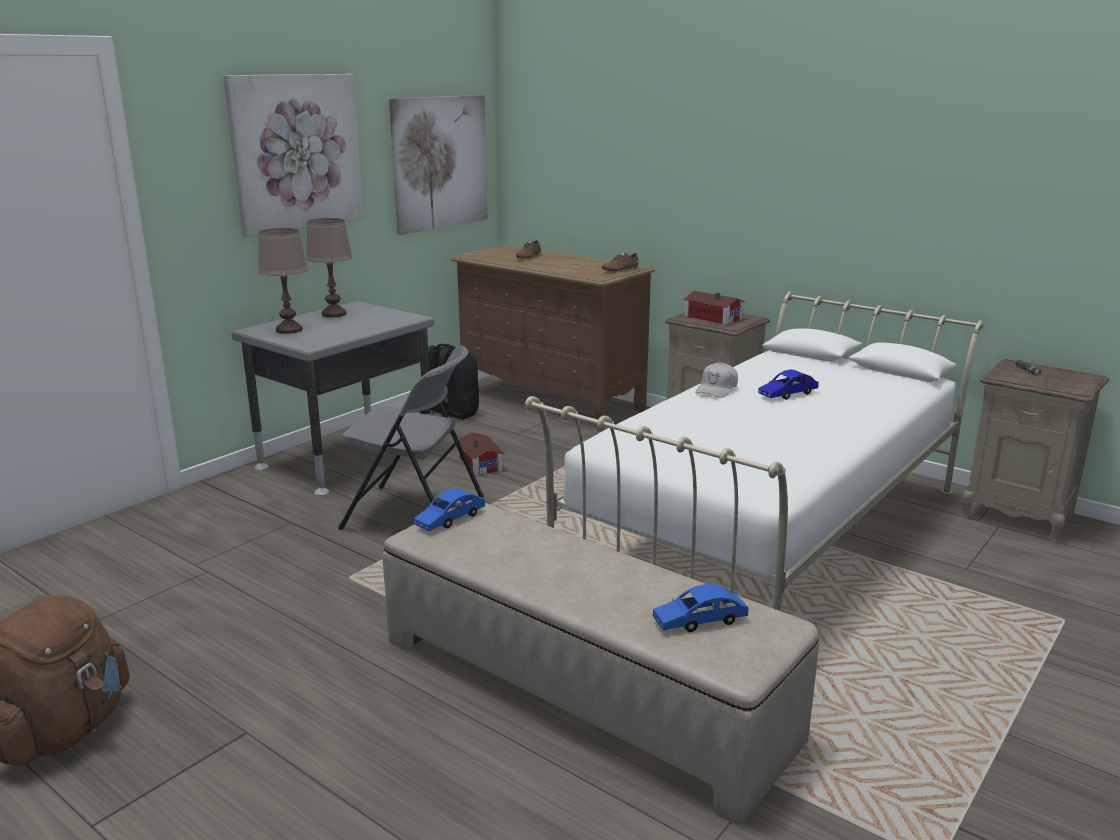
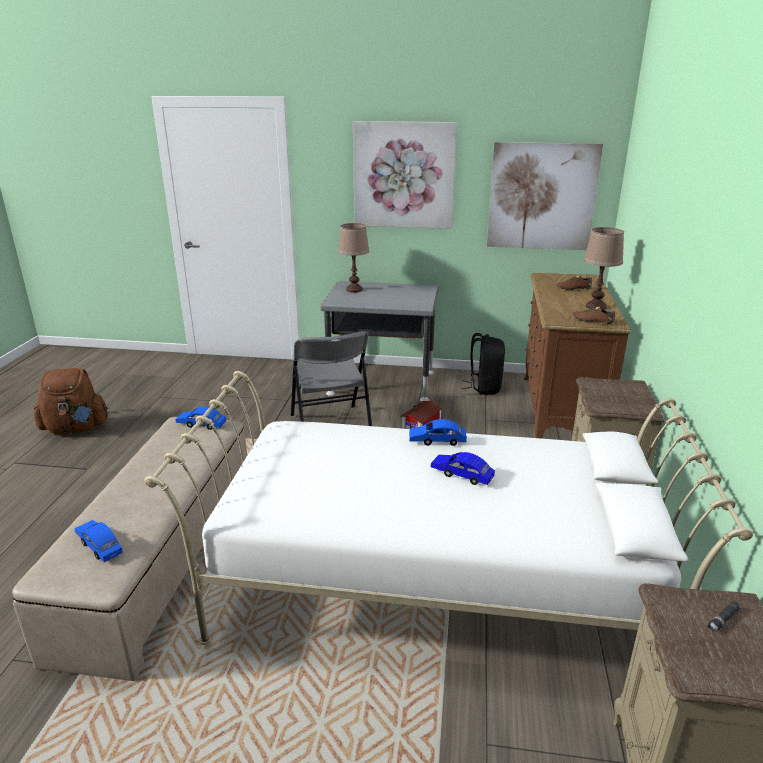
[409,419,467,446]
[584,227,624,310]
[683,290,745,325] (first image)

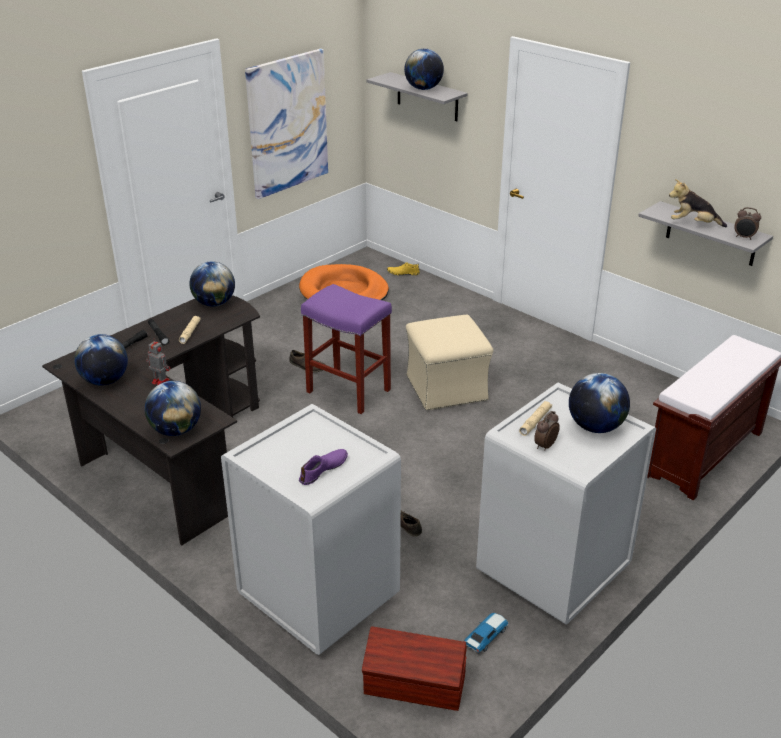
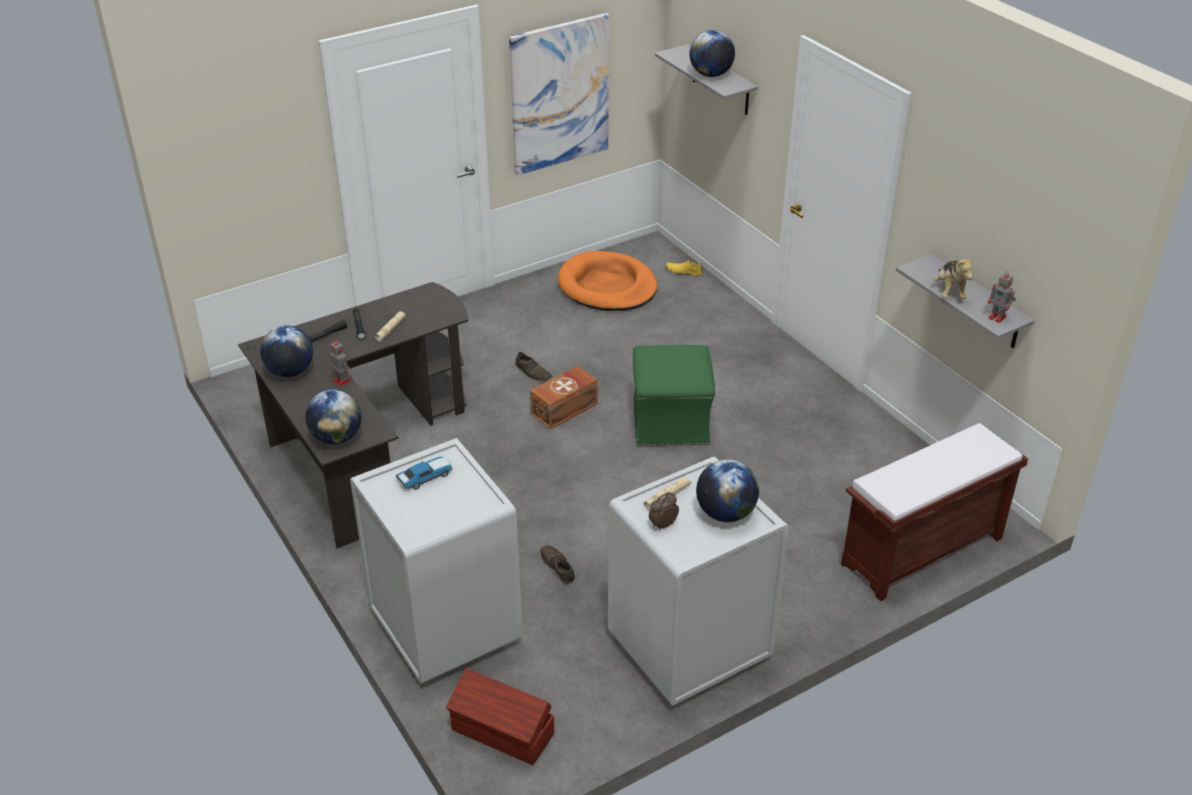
[396,457,453,490]
[530,366,598,429]
[633,345,715,446]
[933,256,974,299]
[988,271,1016,323]
[189,261,235,307] (first image)
[299,449,348,485] (first image)

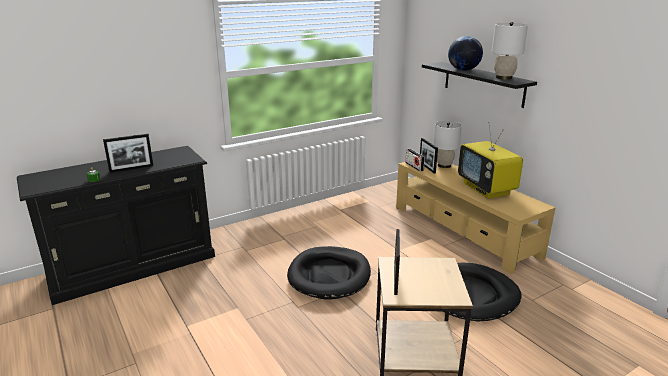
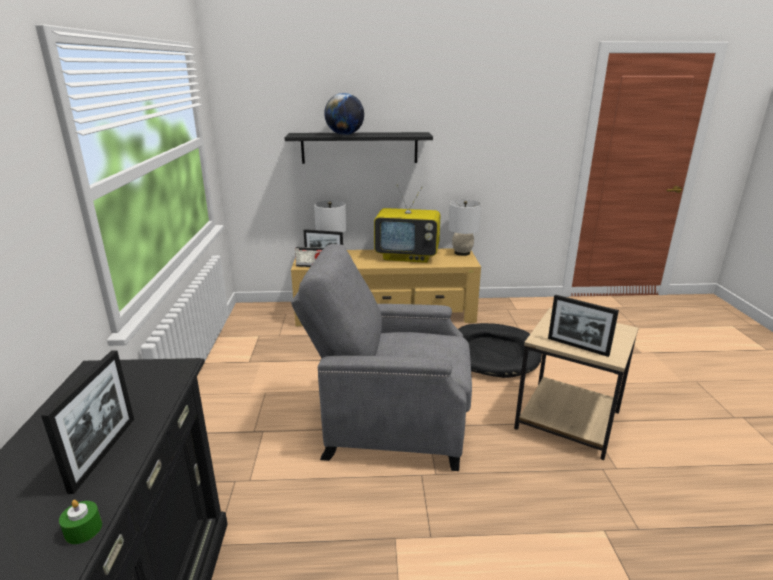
[291,244,472,471]
[449,200,481,256]

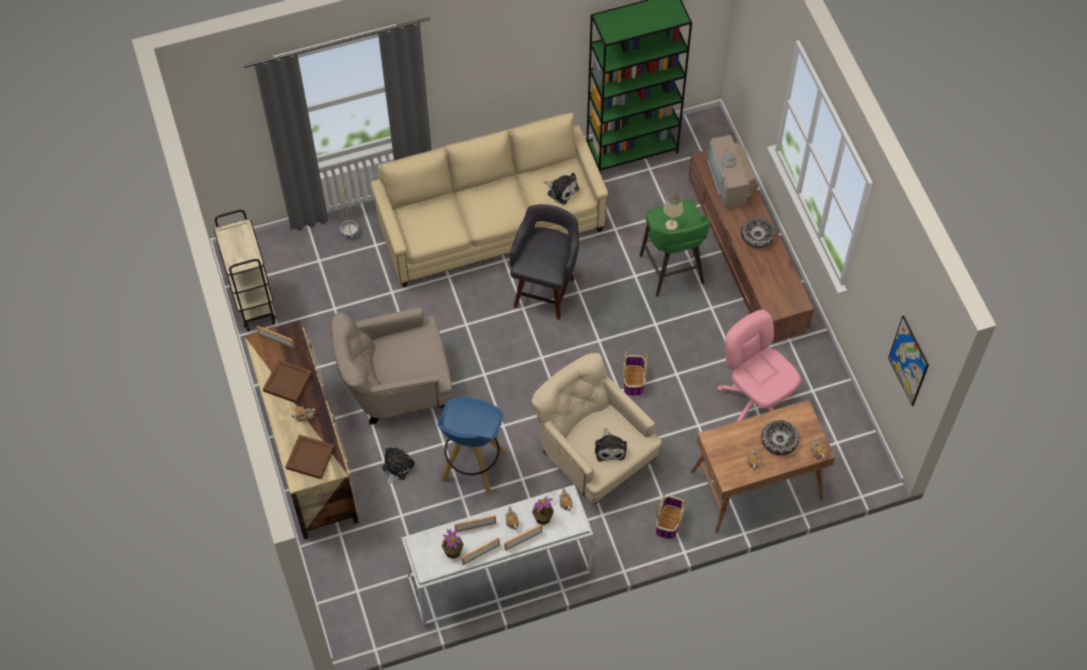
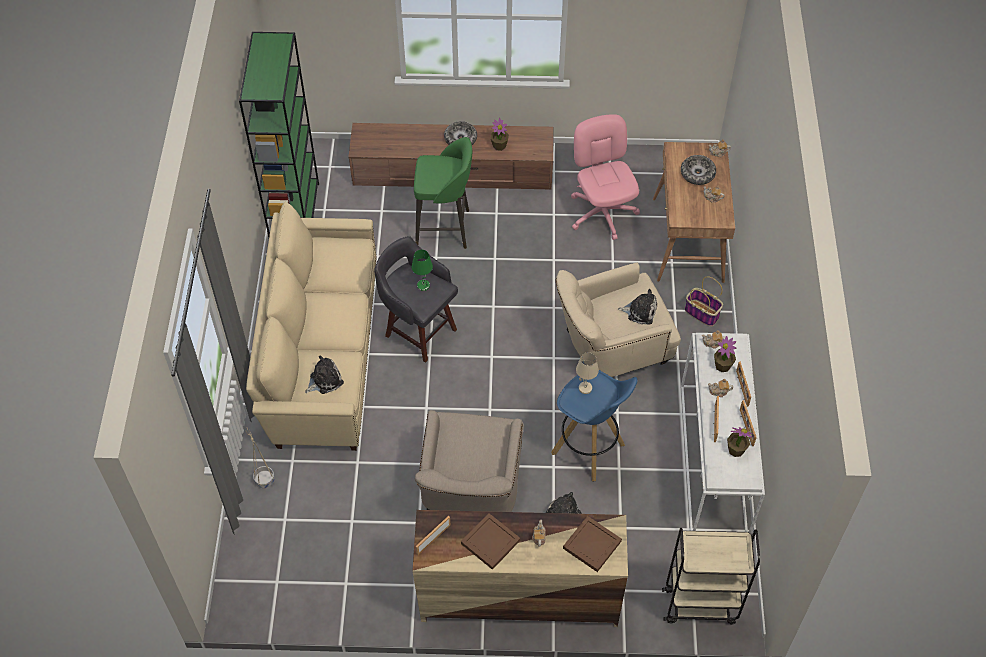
[305,356,344,394]
[412,250,433,291]
[491,118,509,151]
[571,114,640,240]
[576,352,599,394]
[662,528,760,625]
[623,351,647,396] (first image)
[707,129,756,209] (first image)
[888,315,929,406] (first image)

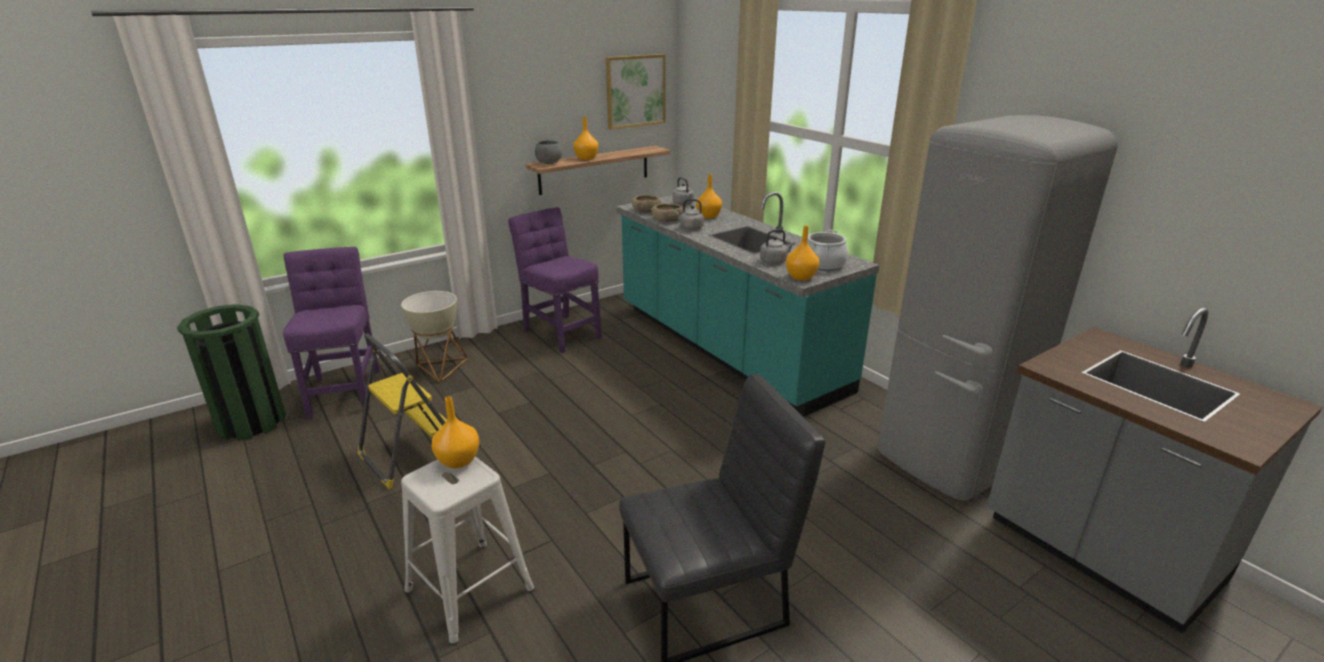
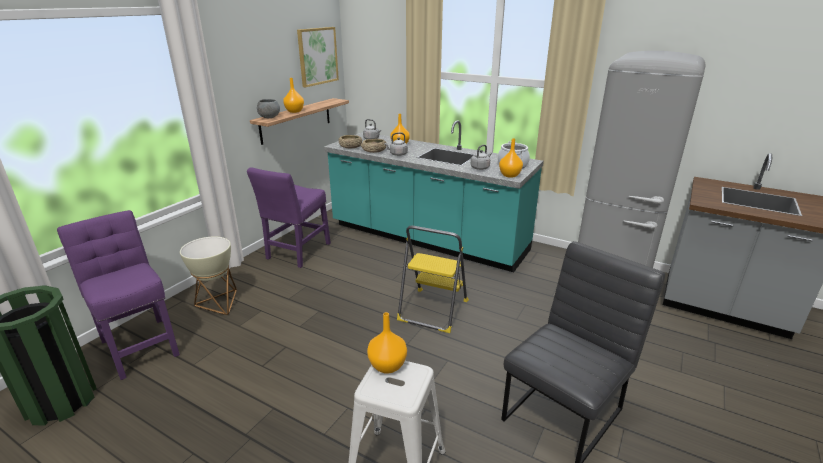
[247,167,331,268]
[397,226,469,333]

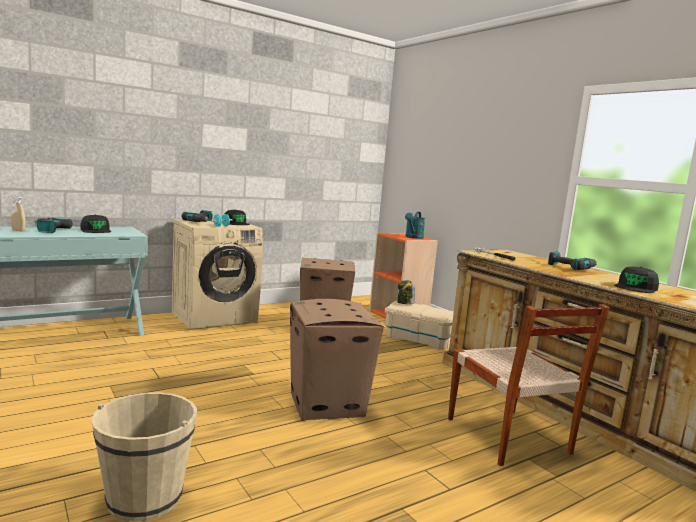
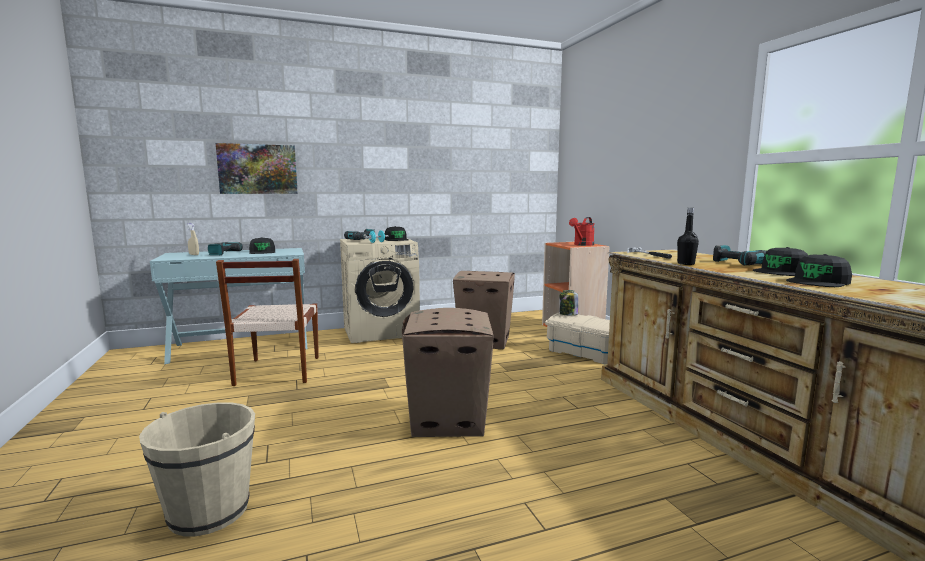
[216,143,298,194]
[216,259,319,386]
[569,217,595,246]
[677,208,699,265]
[753,247,808,276]

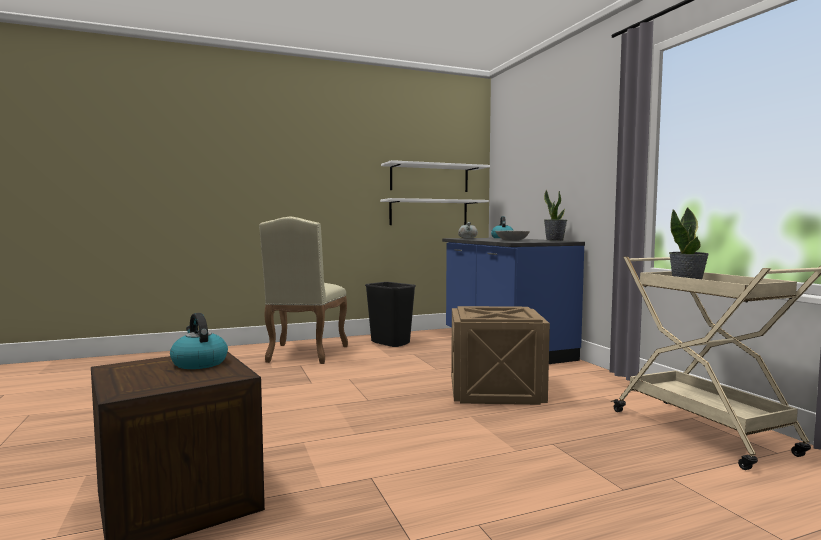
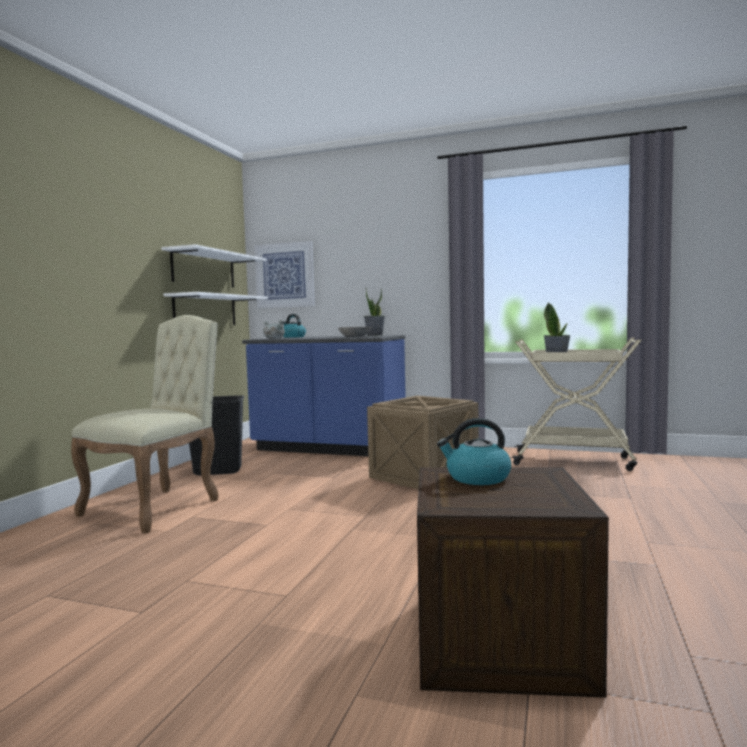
[71,315,218,534]
[254,241,315,308]

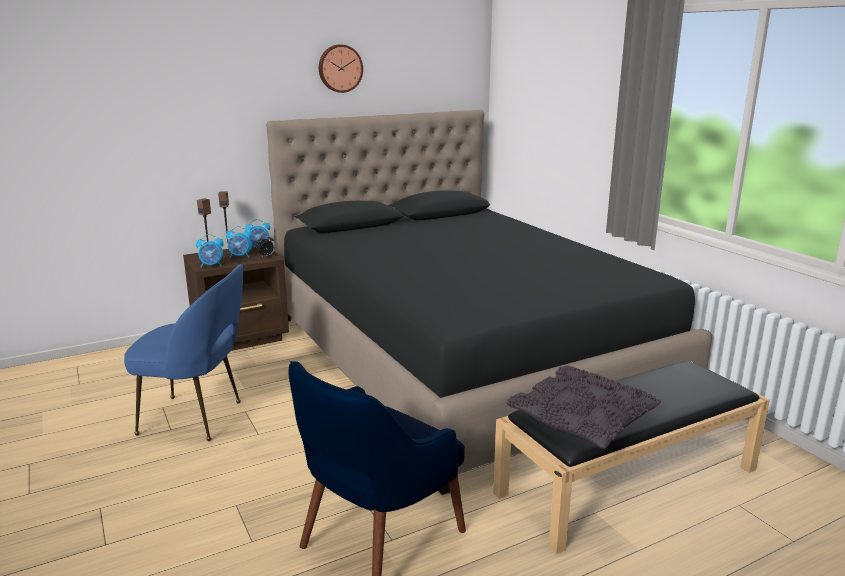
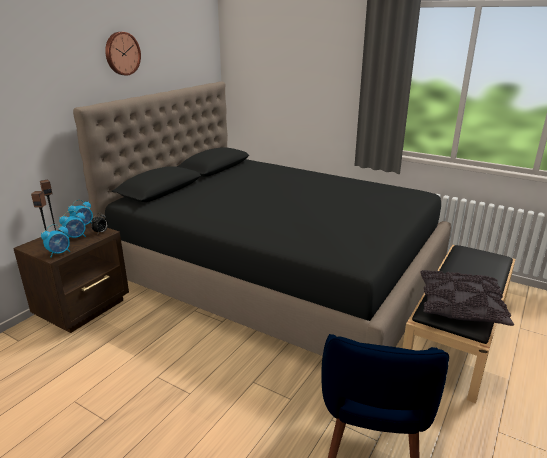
[124,264,243,441] (first image)

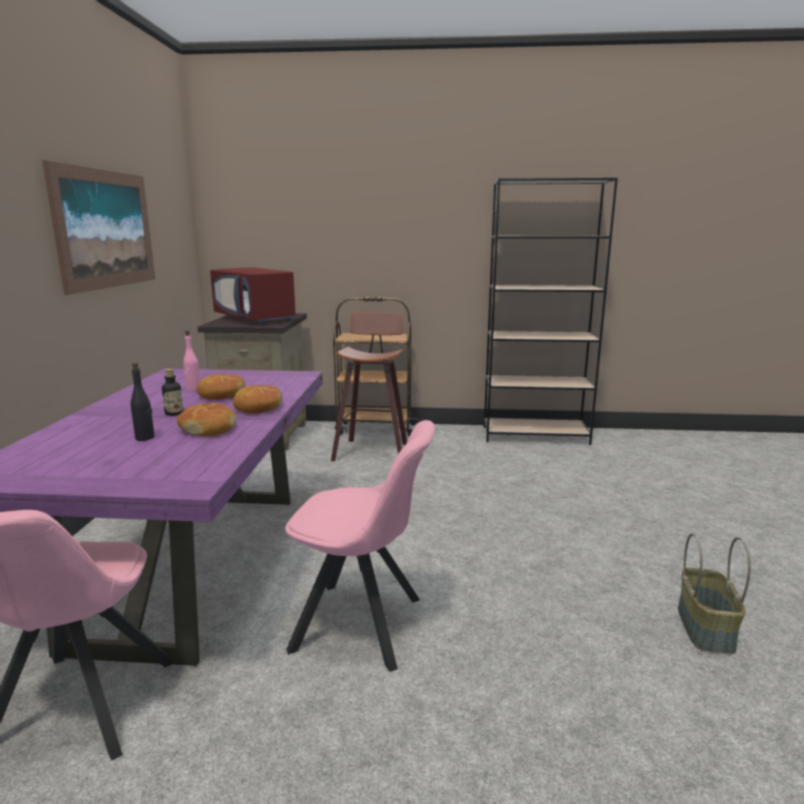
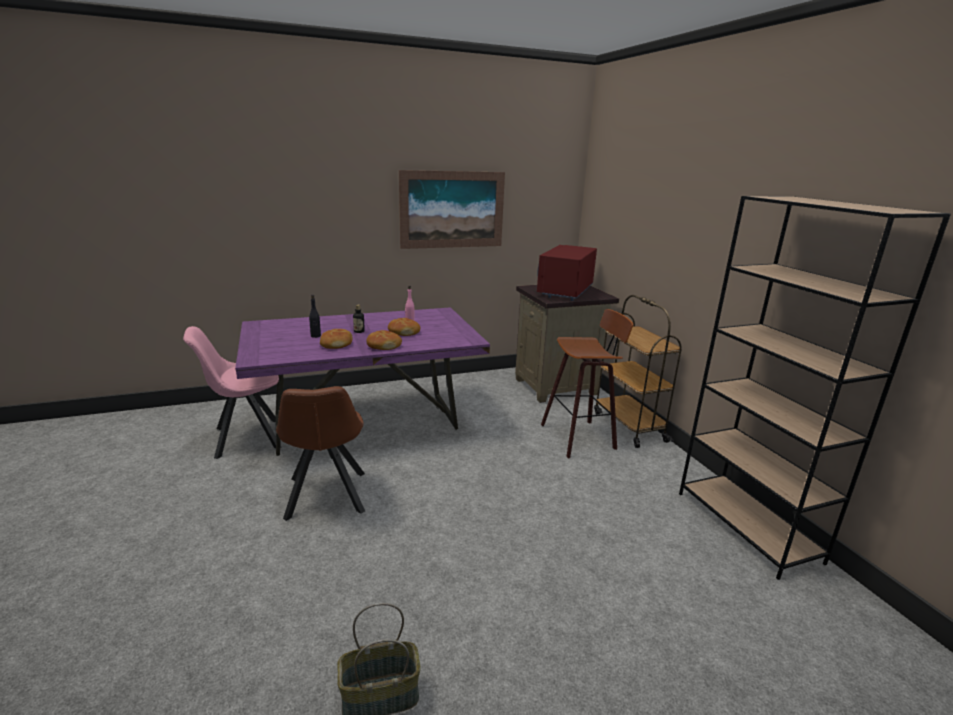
[276,386,365,521]

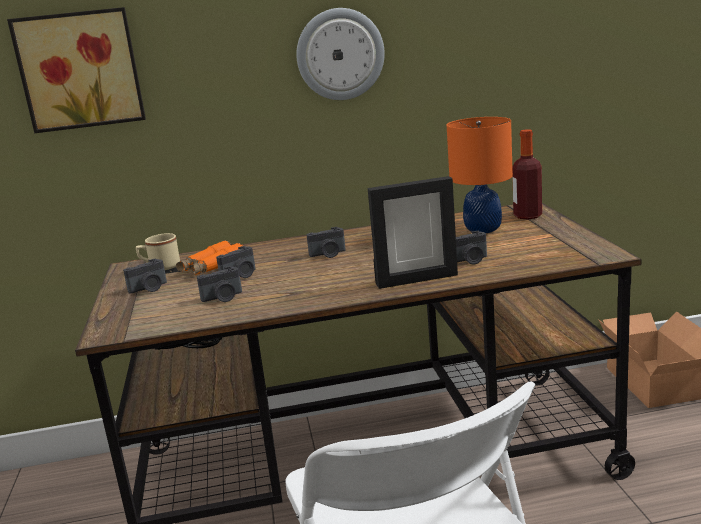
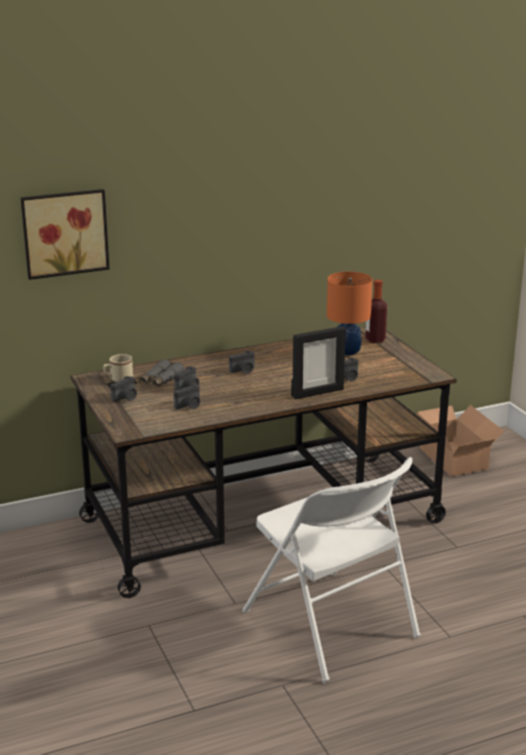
[138,359,184,388]
[296,8,385,100] (first image)

